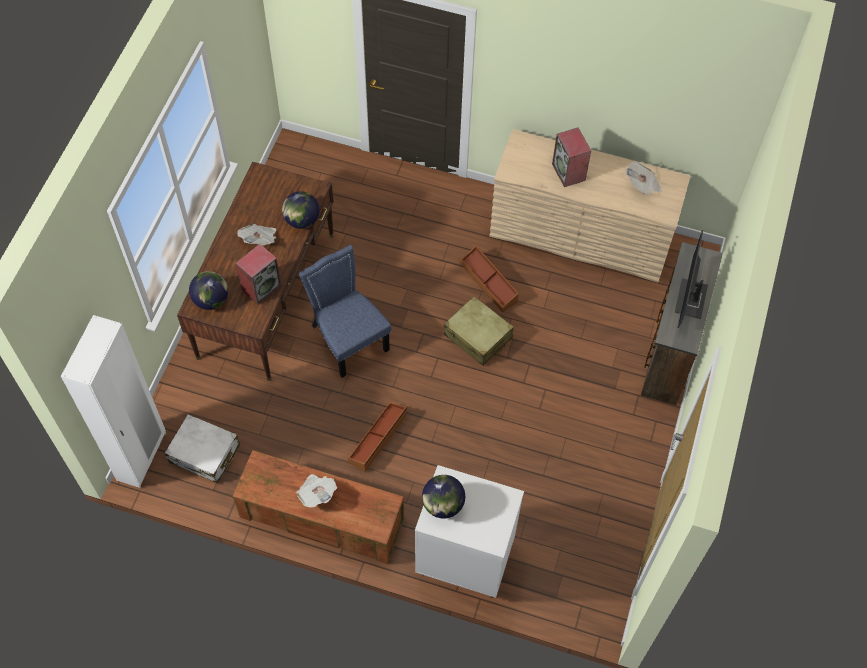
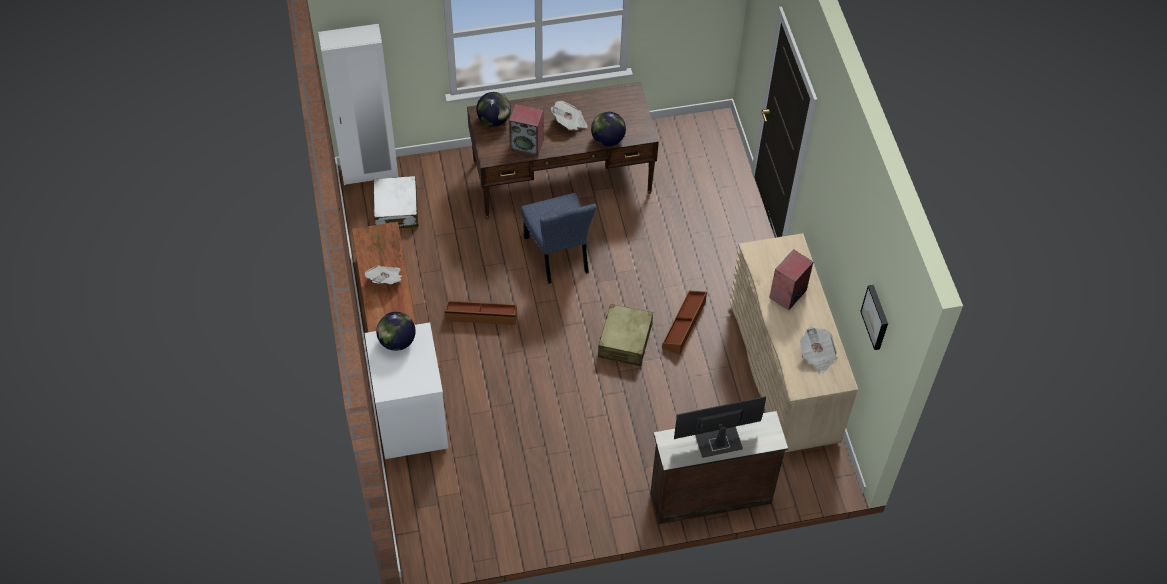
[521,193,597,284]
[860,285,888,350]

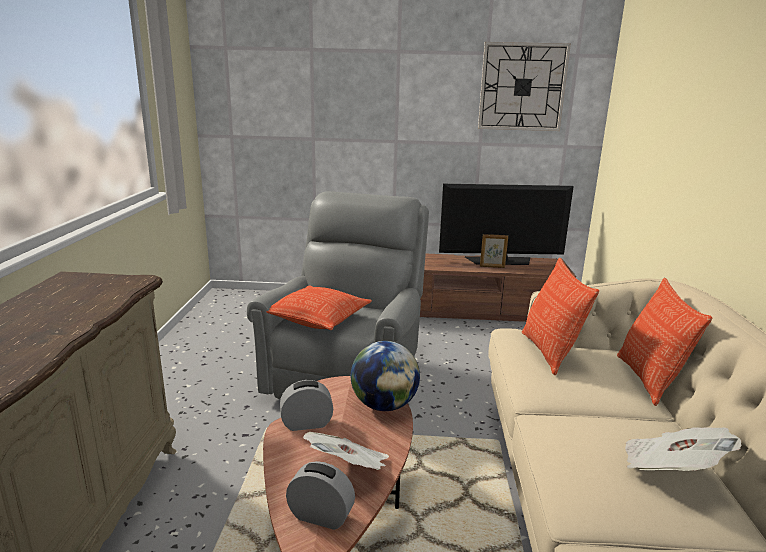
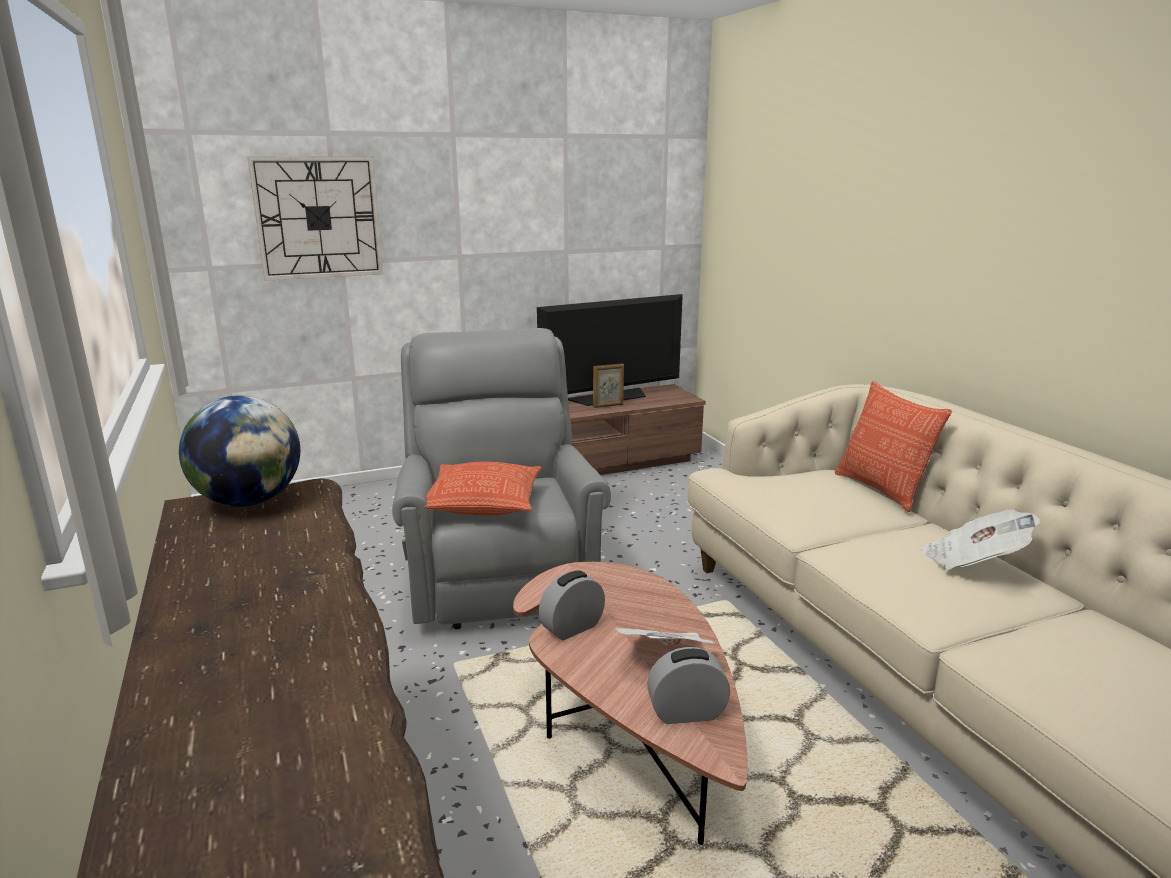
[179,395,300,507]
[247,156,383,281]
[522,258,599,375] (first image)

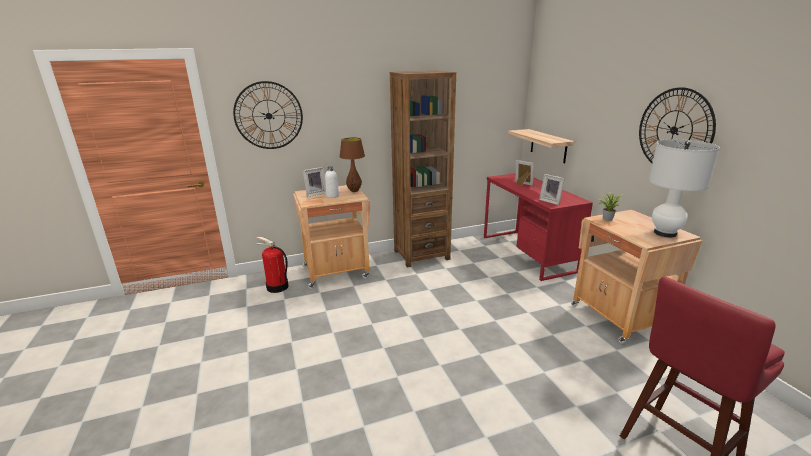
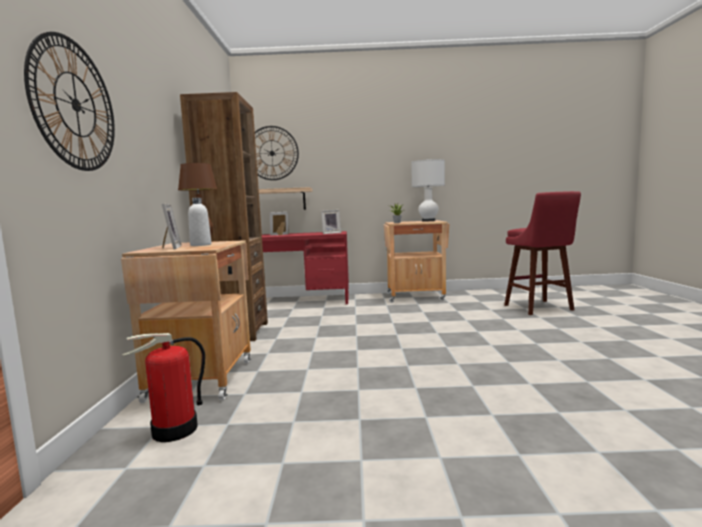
[255,126,299,180]

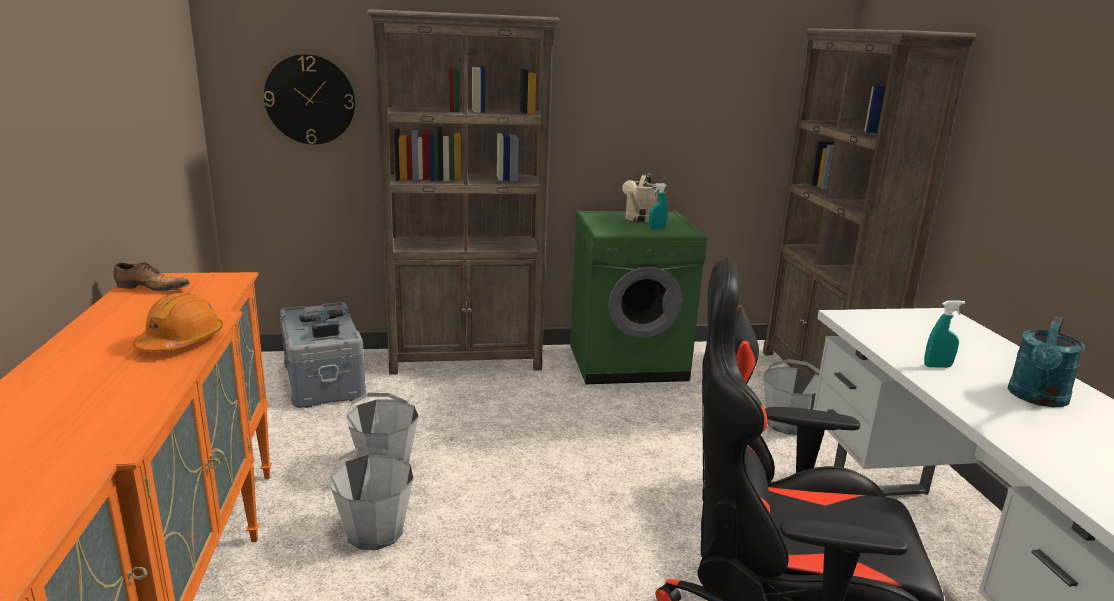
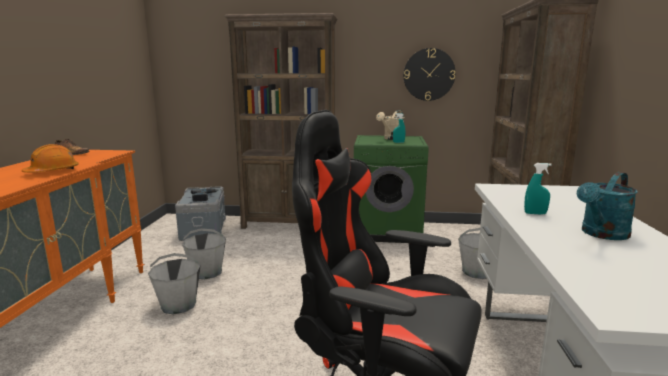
[403,48,456,101]

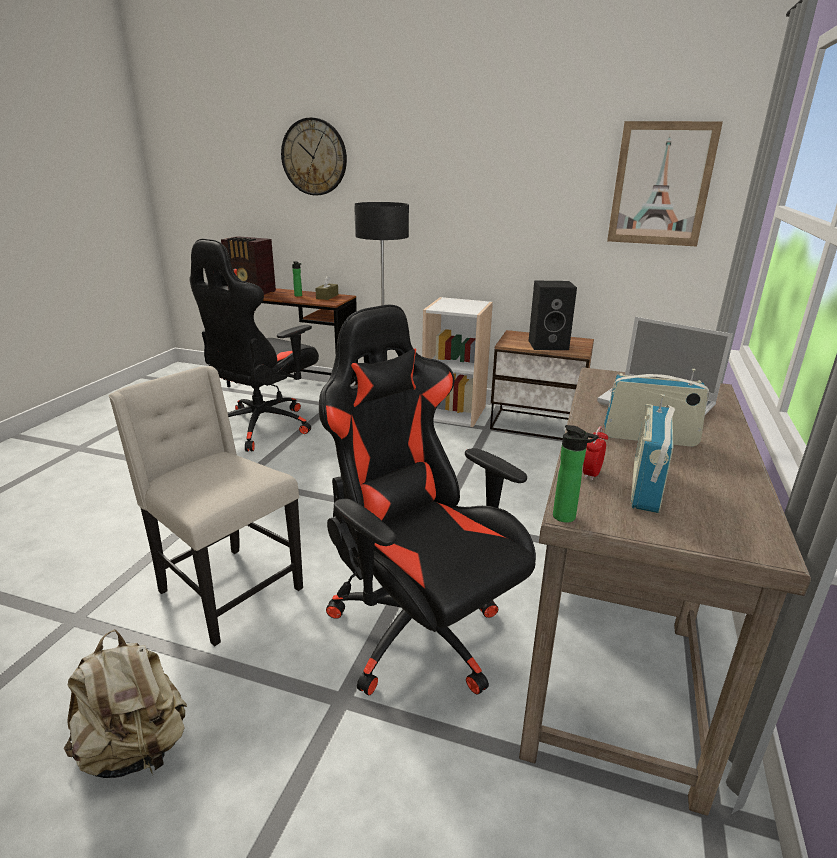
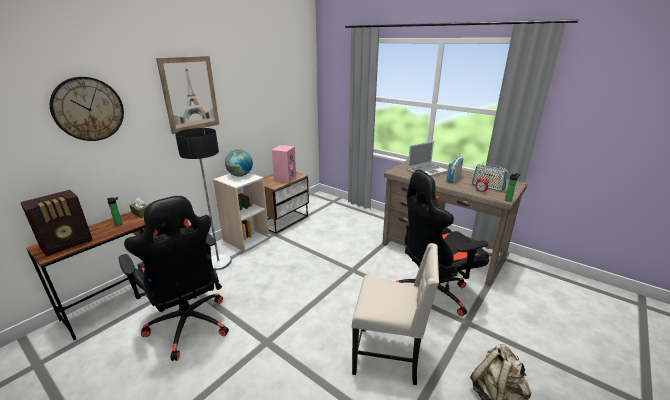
[156,56,219,134]
[225,150,253,176]
[272,145,296,183]
[352,243,439,385]

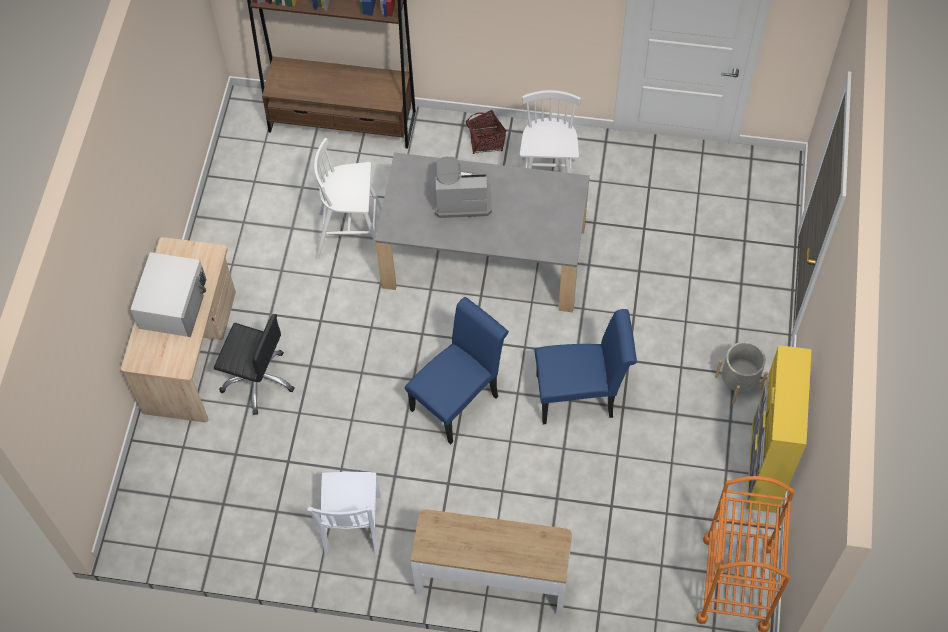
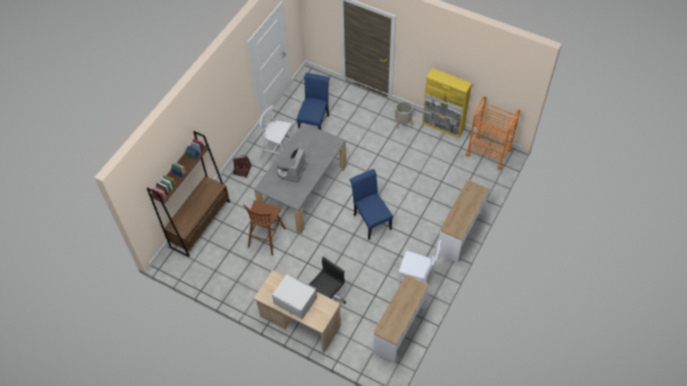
[244,200,286,256]
[296,73,330,130]
[373,275,429,364]

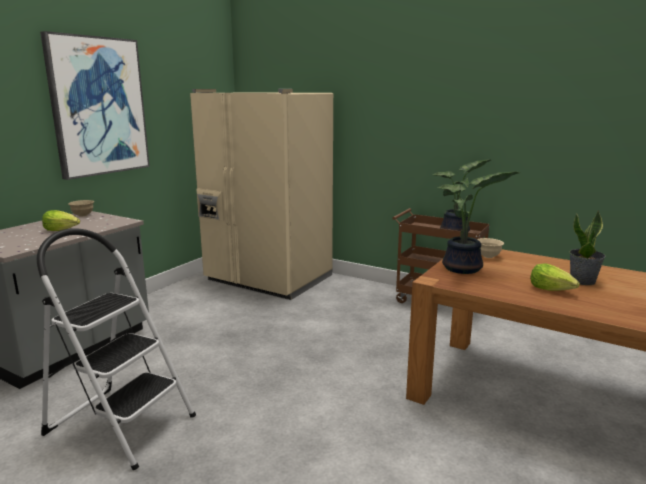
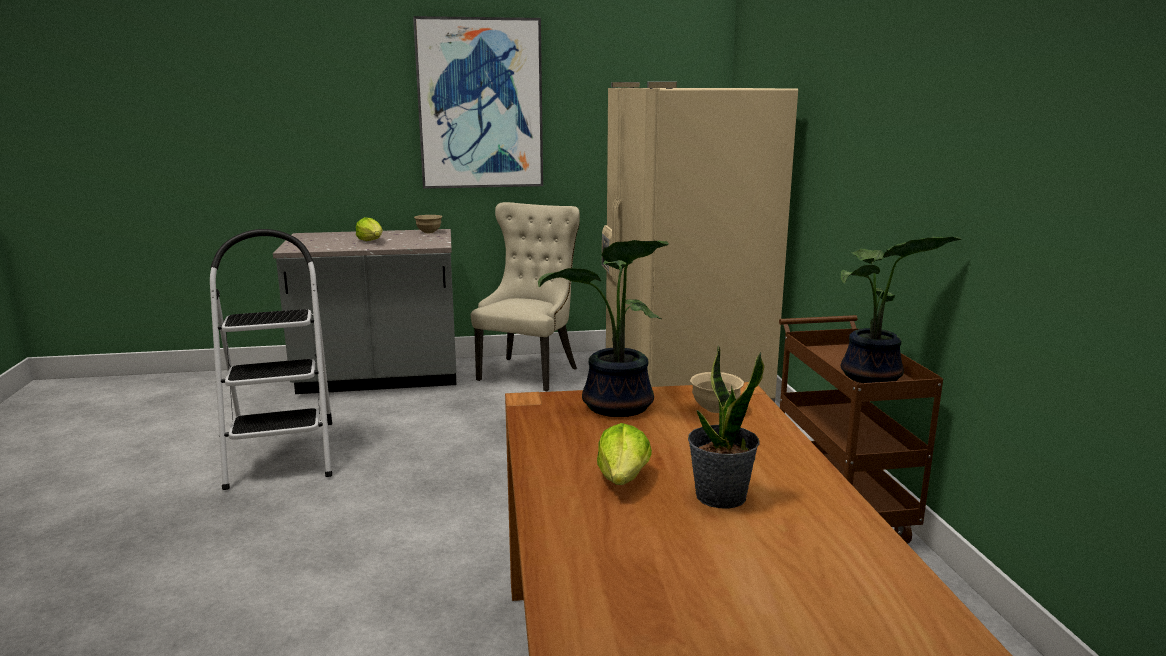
[471,202,580,391]

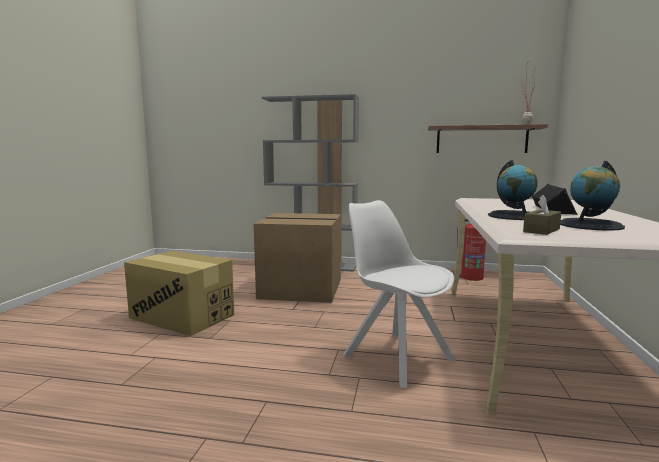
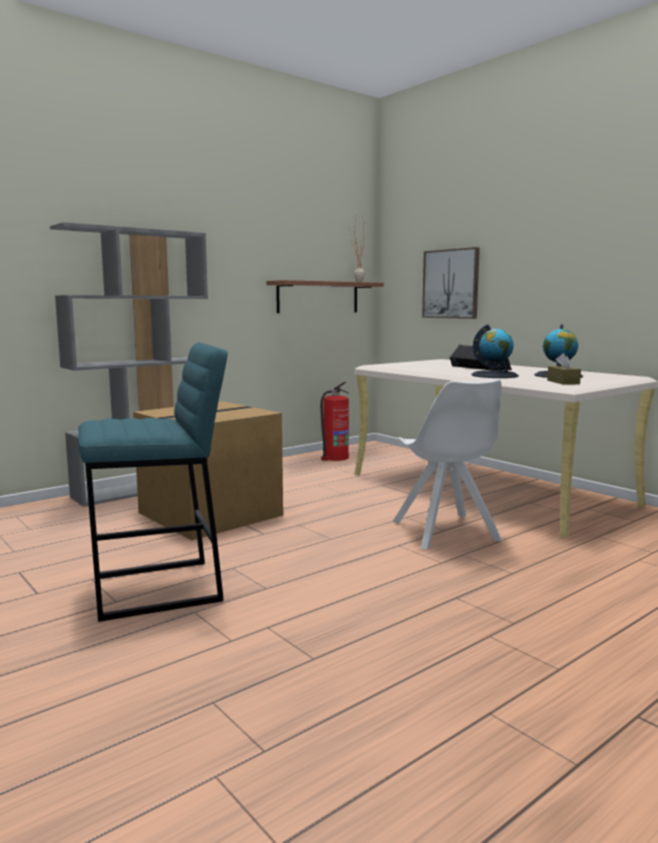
[78,342,228,622]
[393,379,502,549]
[422,247,480,319]

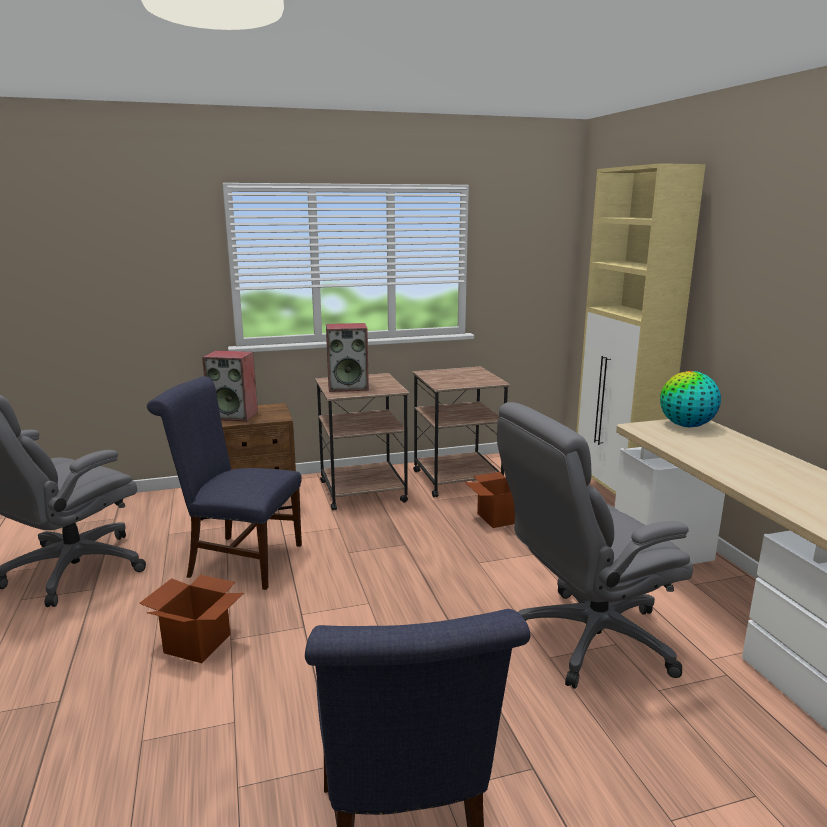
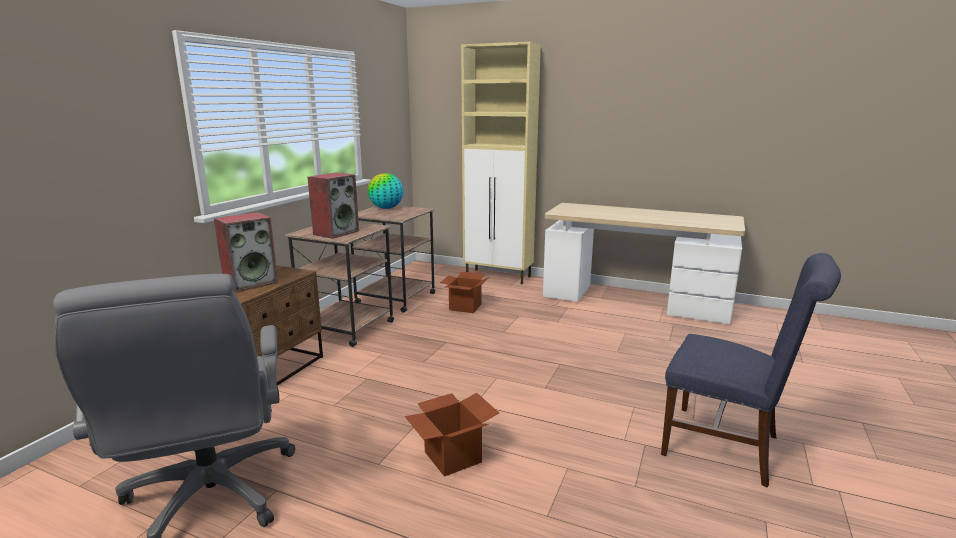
[368,173,404,209]
[147,376,302,590] (first image)
[497,402,693,689] (first image)

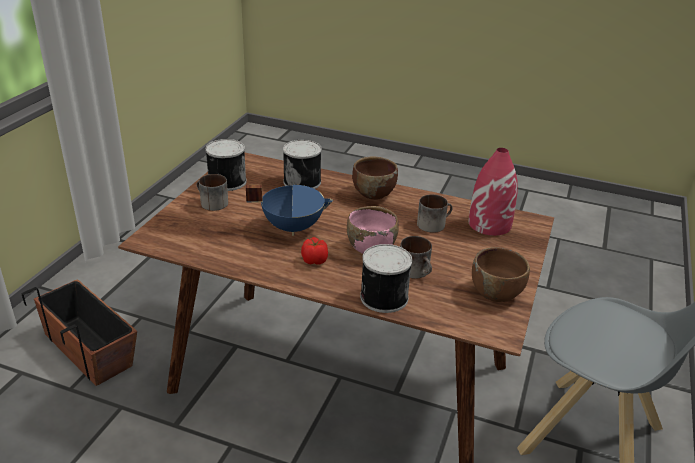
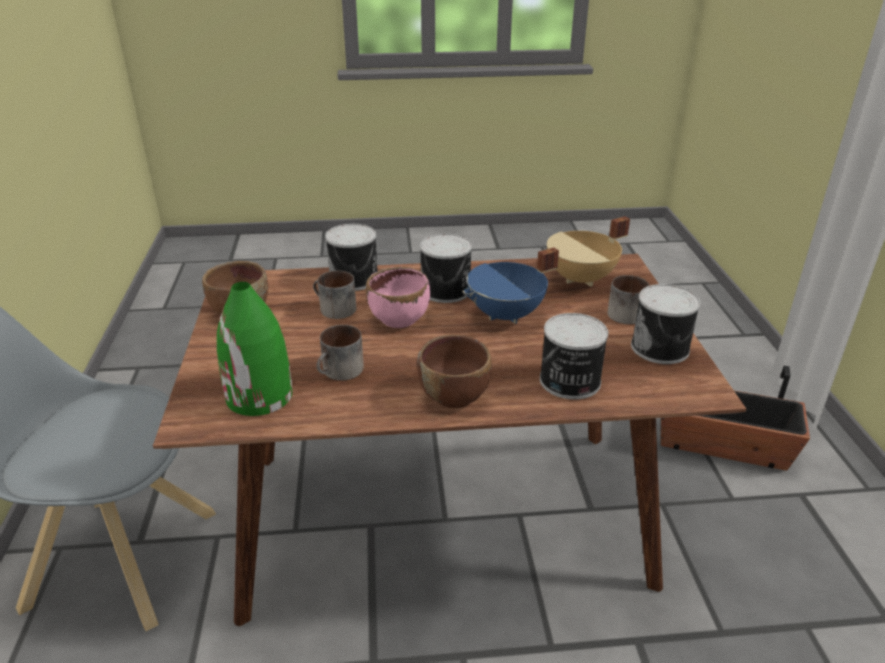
[217,282,293,416]
[420,233,472,303]
[547,216,630,287]

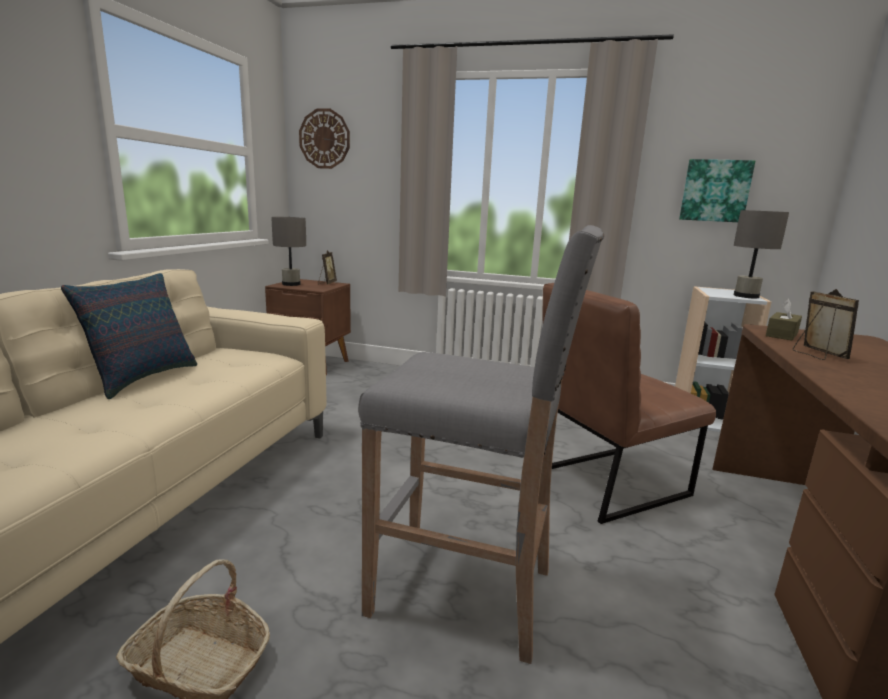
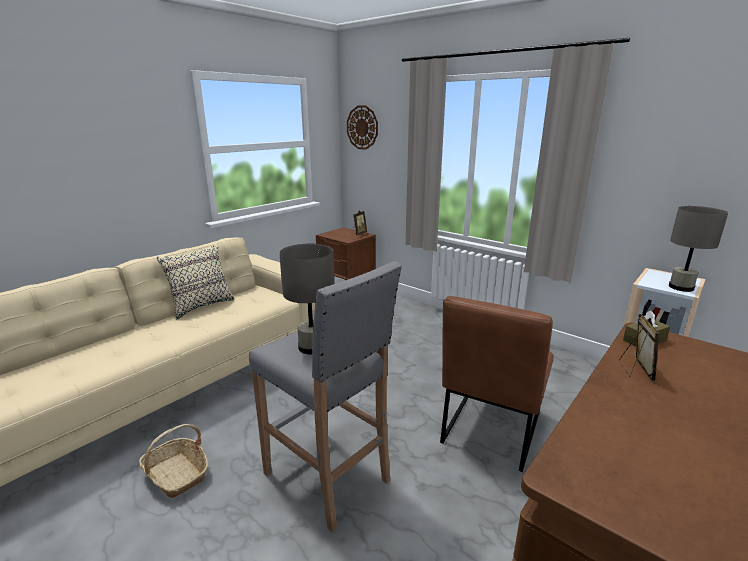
[157,244,235,320]
[280,244,335,354]
[440,296,554,472]
[679,159,755,222] (first image)

